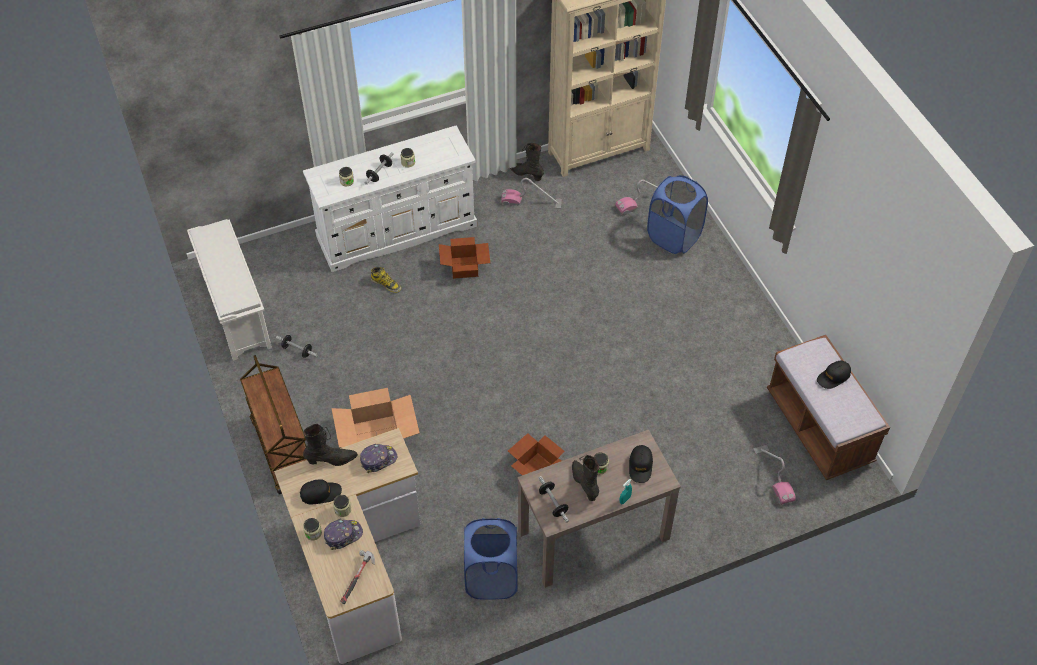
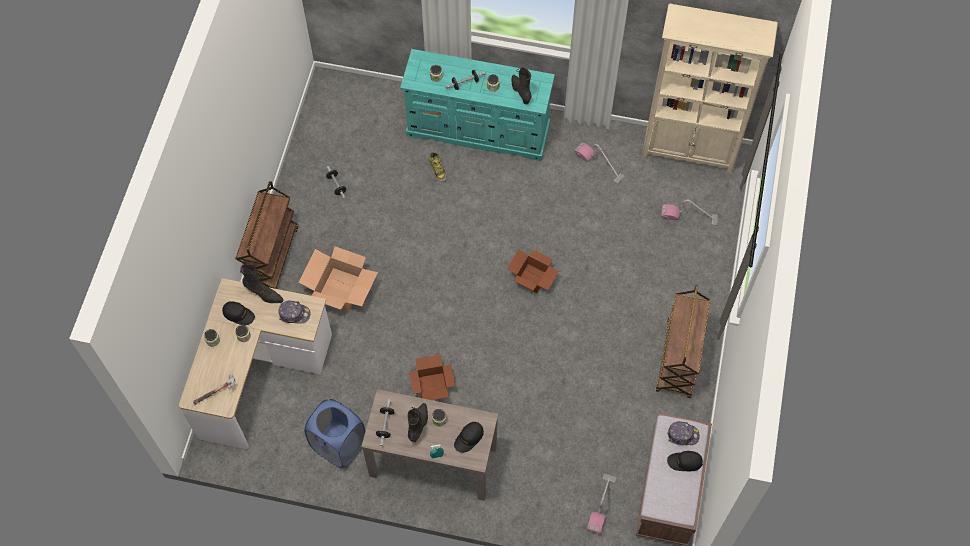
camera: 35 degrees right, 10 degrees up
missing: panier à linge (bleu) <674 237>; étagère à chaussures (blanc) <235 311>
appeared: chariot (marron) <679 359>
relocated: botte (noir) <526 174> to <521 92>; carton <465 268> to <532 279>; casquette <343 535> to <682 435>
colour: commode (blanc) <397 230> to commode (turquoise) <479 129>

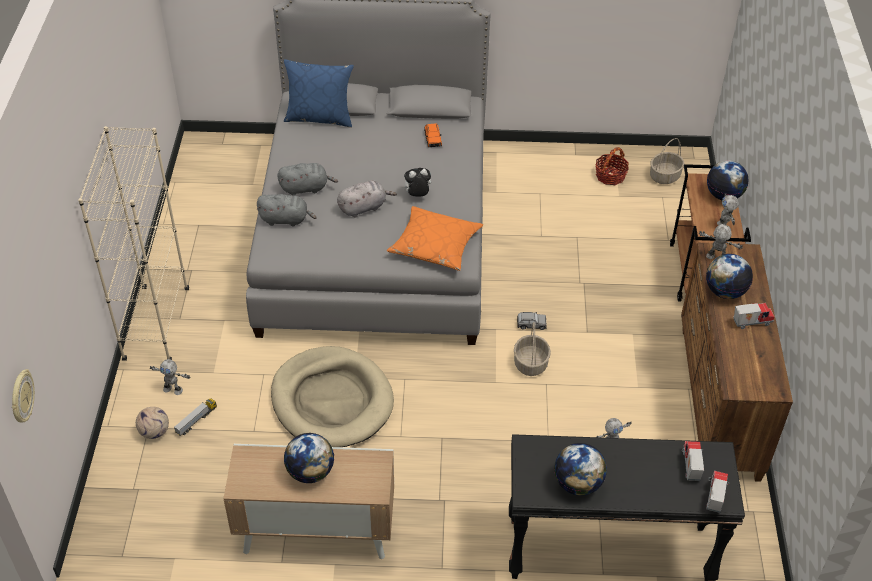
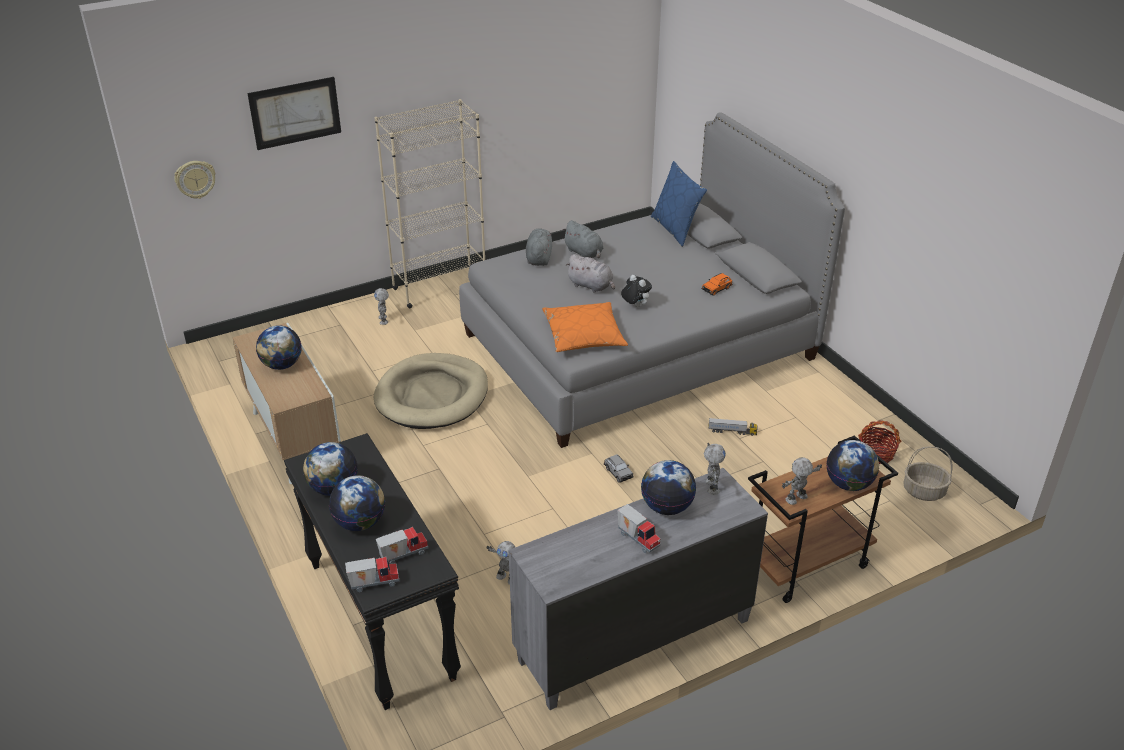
camera: 60 degrees right, 10 degrees down
missing: panier <531 364>; ballon de foot <154 432>
appeared: tableau <295 113>; globe <360 523>
relocated: camion jouet <196 420> to <732 431>
colour: commode (marron) <718 402> to commode (gris) <633 639>
spun: peluche (gris) <286 219> = <539 258> 150 degrees counterclockwise

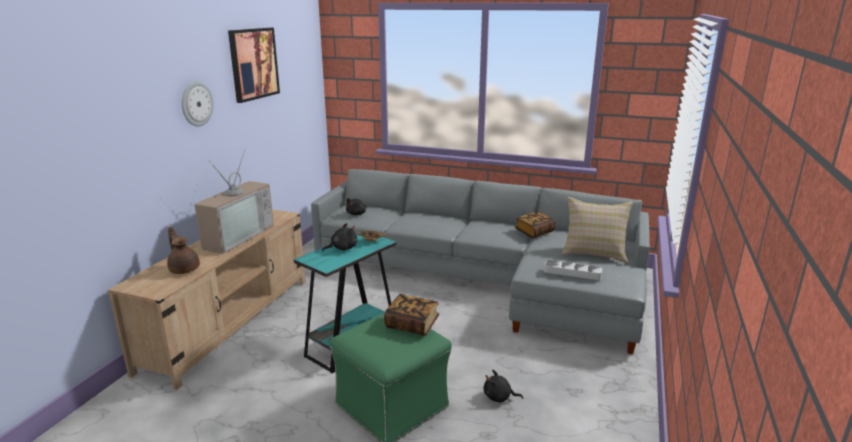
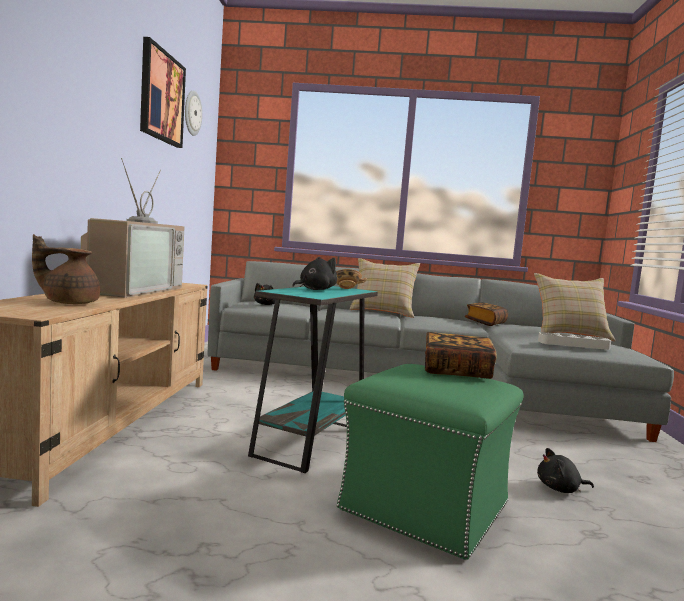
camera: 15 degrees left, 15 degrees down
appeared: coussin (beige) <383 312>
relocated: horloge murale <196 103> to <192 113>
spun: théière (marron) <184 269> = <69 302> 45 degrees counterclockwise

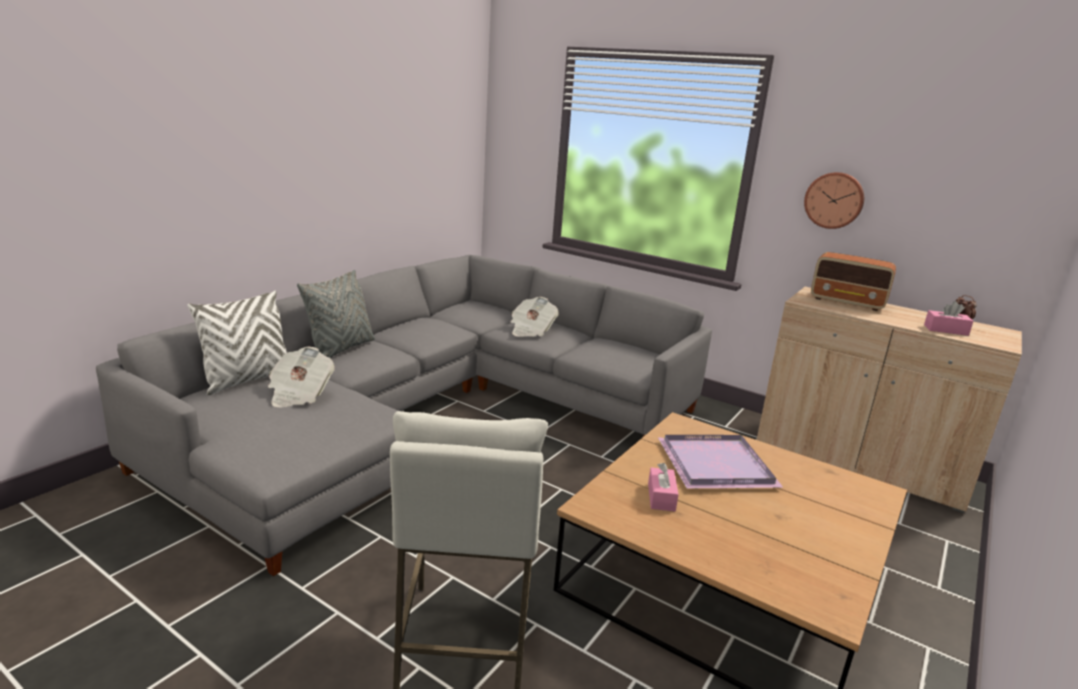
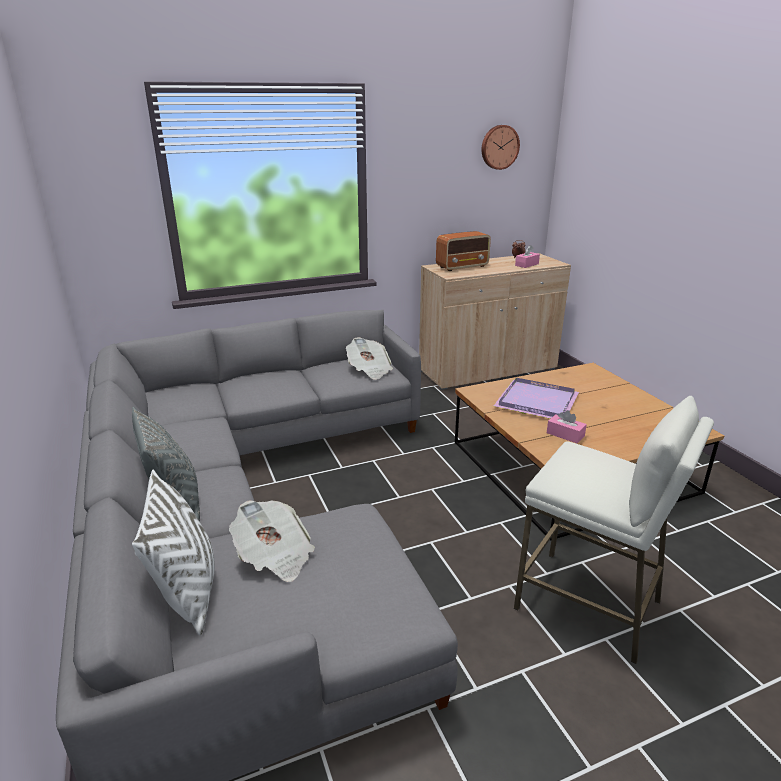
camera: 55 degrees left, 5 degrees up
relocated: horloge murale <834 200> to <499 147>; journal <531 330> to <369 370>

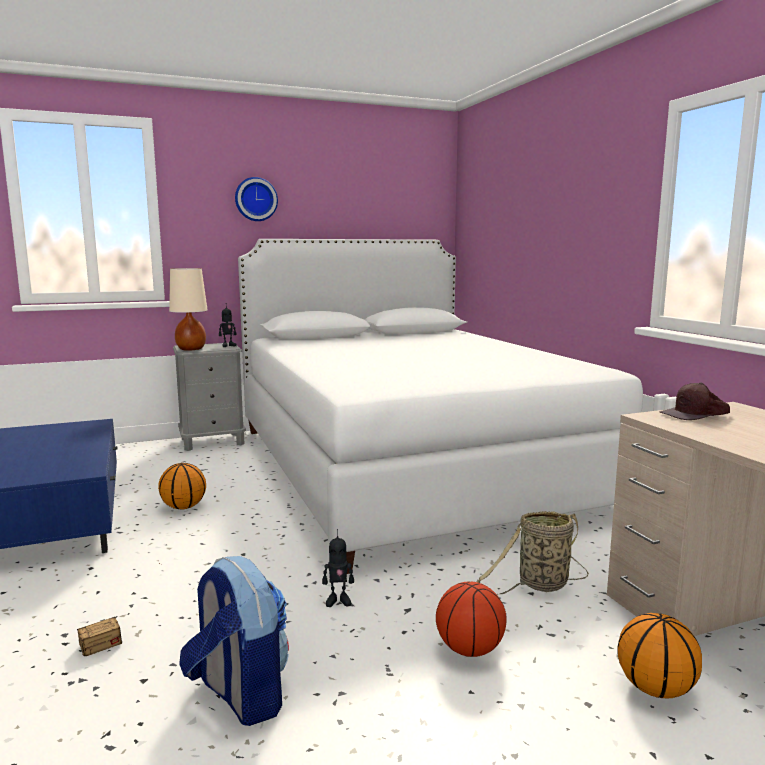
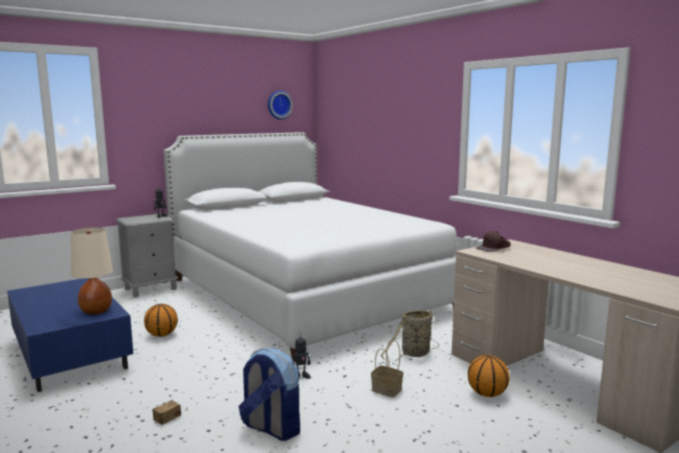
camera: 15 degrees left, 0 degrees up
relocated: horloge murale <256 199> to <279 105>; lampe de table (beige) <191 349> to <96 311>
exchanged: ballon de basket <469 649> to panier <387 390>

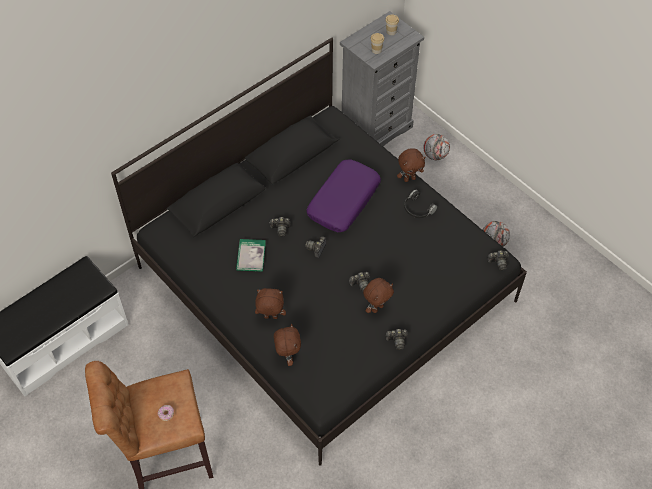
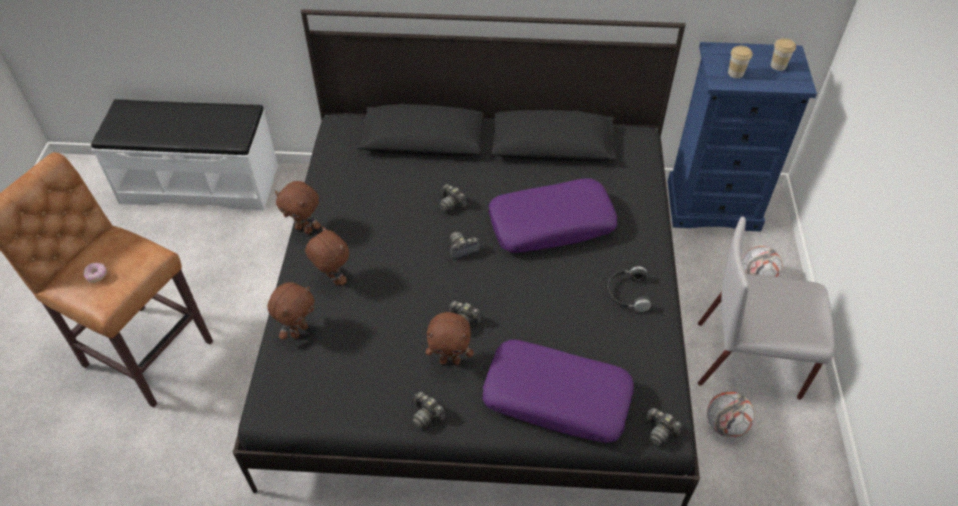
camera: 45 degrees right, 5 degrees down
missing: livre <251 256>
appeared: chaise (gris) <750 360>; coussin (violet) <557 397>
relocated: peluche (marron) <409 178> to <304 229>
colour: commode (gris) <375 129> to commode (bleu) <713 205>

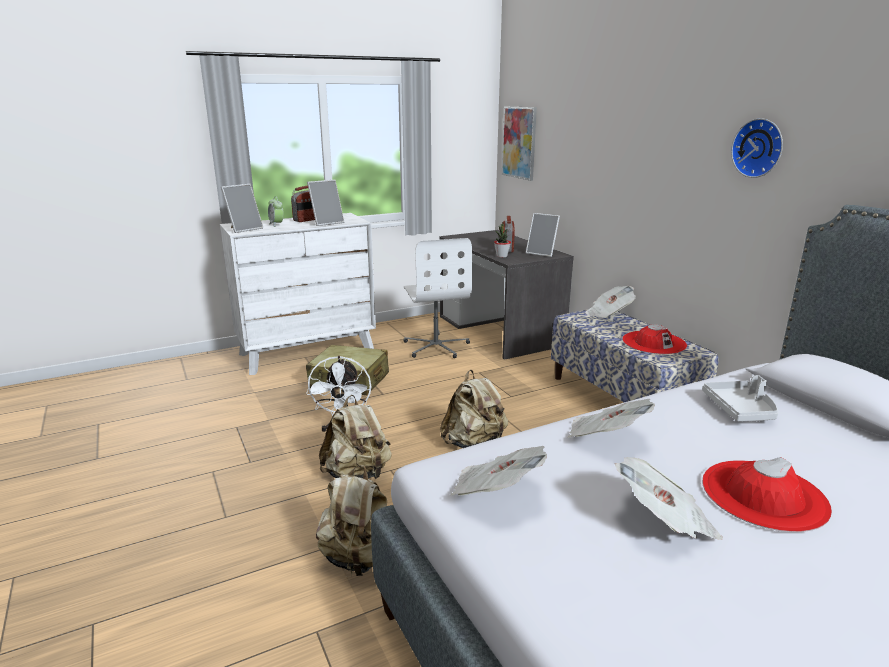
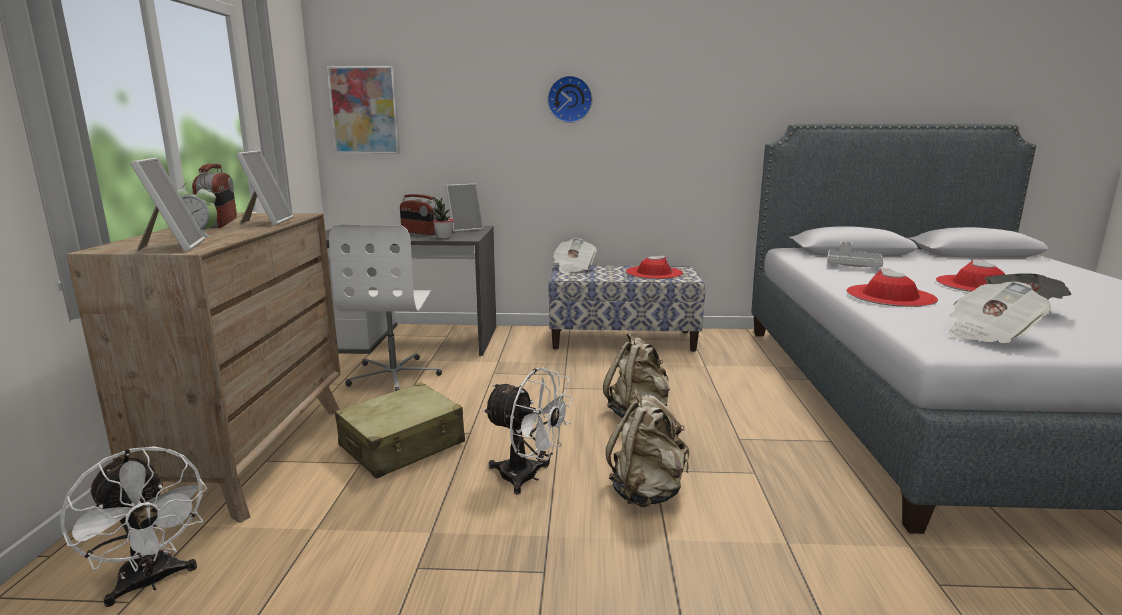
camera: 60 degrees left, 5 degrees down
missing: sac à dos (beige) <358 558>
appeared: ventilateur (blanc) <151 582>
relocated: horloge murale <759 148> to <570 99>
exchanged: journal <605 437> to chapeau (rouge) <890 296>
colour: commode (blanc) <307 352> to commode (marron) <253 455>
spun: chaise de bureau (blanc) <436 346> = <394 375> 75 degrees clockwise

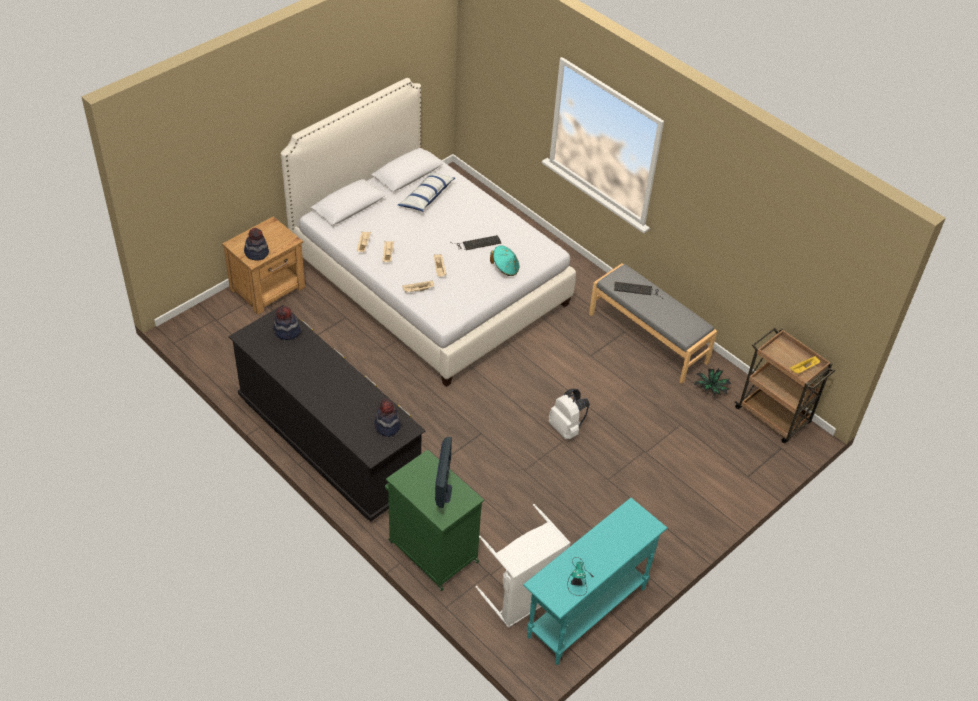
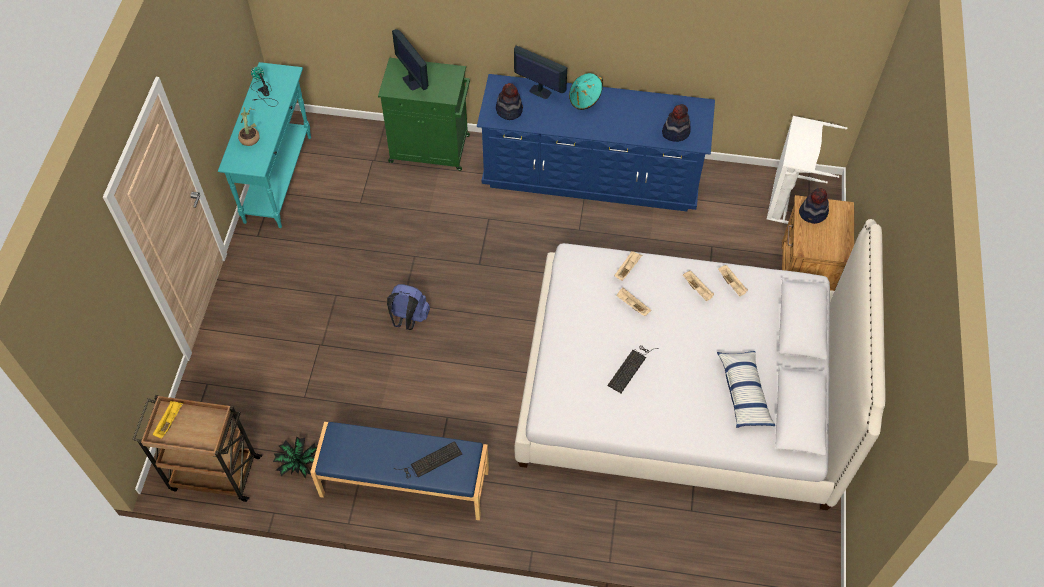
camera: 145 degrees right, 10 degrees up
appeared: écran d'ordinateur <539 91>; plante en pot <250 137>
relocated: chapeau (turquoise) <505 268> to <585 99>; panier à linge (blanc) <524 597> to <788 199>
colour: banc (gris) <648 337> to banc (bleu) <404 484>; commode (noir) <329 442> to commode (bleu) <591 175>; sac à dos (blanc) <566 428> to sac à dos (bleu) <408 319>

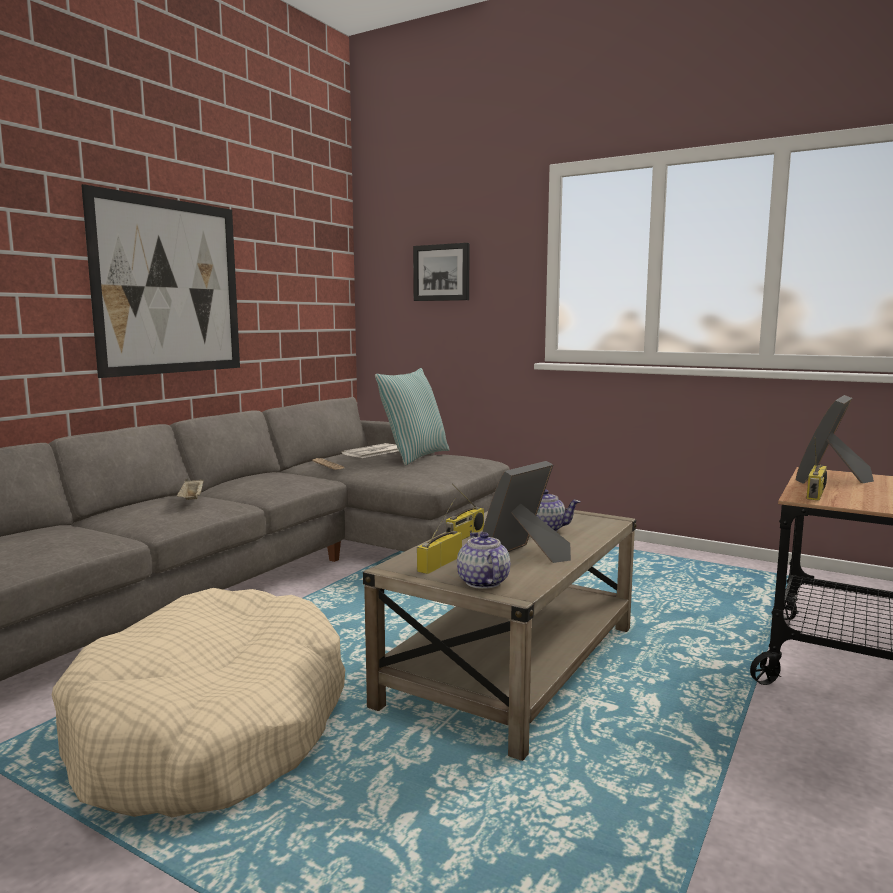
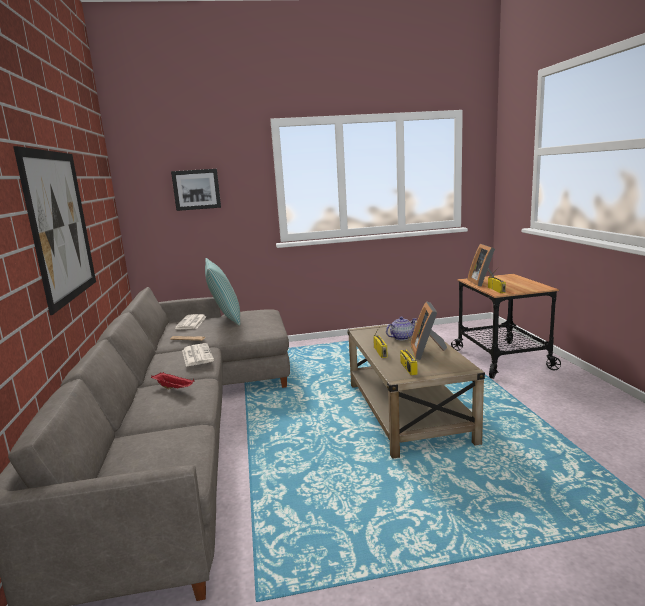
camera: 40 degrees left, 5 degrees up
missing: théière <482 582>; panier pour chien (beige) <212 729>
appeared: journal <197 355>
colour: plateau (beige) <192 500> to plateau (rouge) <174 388>

